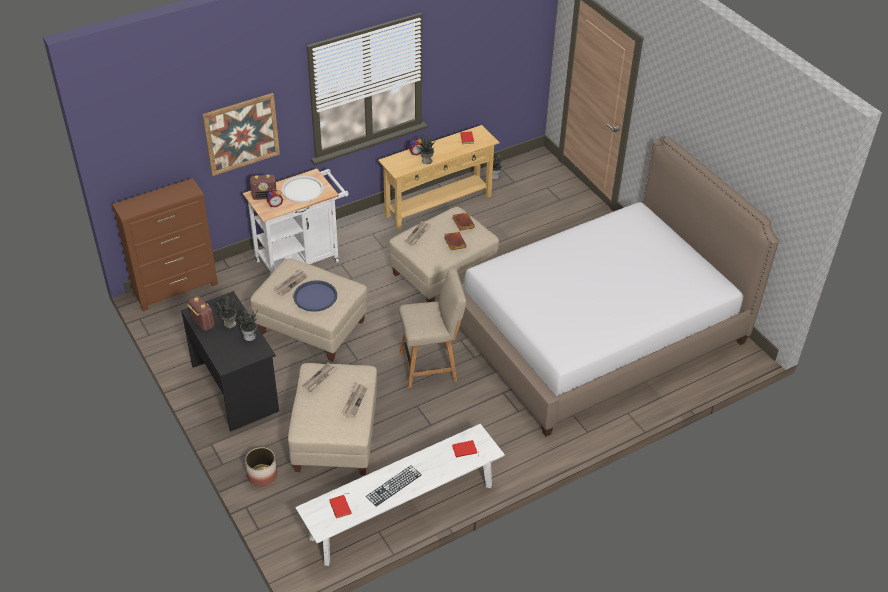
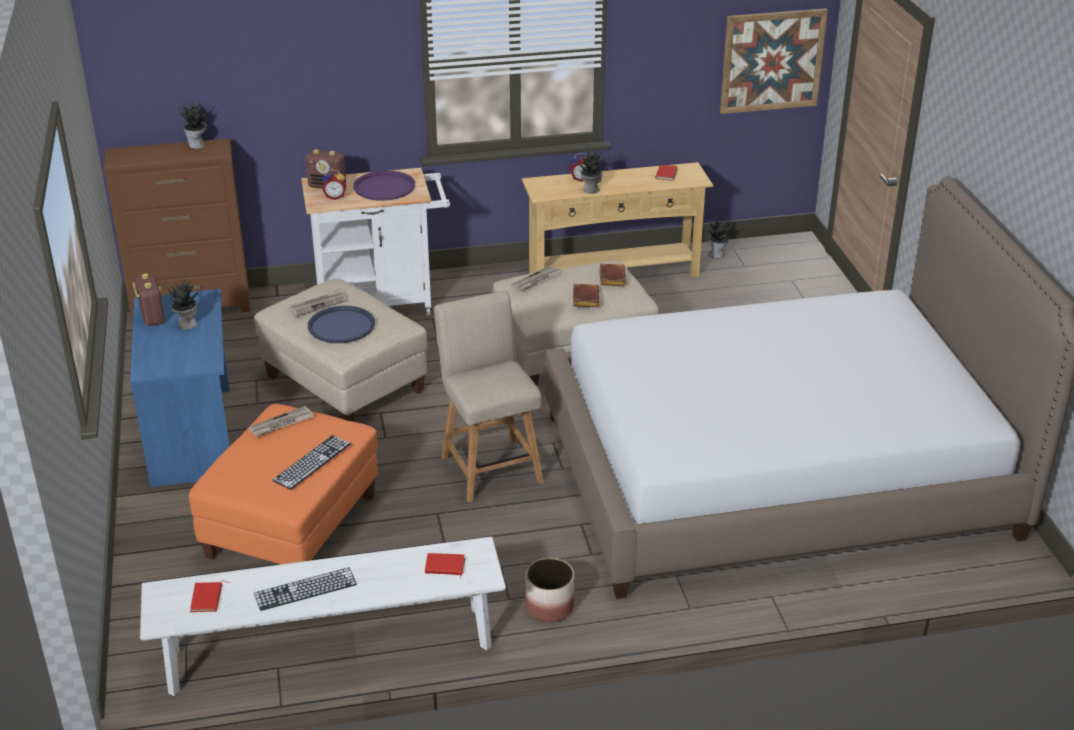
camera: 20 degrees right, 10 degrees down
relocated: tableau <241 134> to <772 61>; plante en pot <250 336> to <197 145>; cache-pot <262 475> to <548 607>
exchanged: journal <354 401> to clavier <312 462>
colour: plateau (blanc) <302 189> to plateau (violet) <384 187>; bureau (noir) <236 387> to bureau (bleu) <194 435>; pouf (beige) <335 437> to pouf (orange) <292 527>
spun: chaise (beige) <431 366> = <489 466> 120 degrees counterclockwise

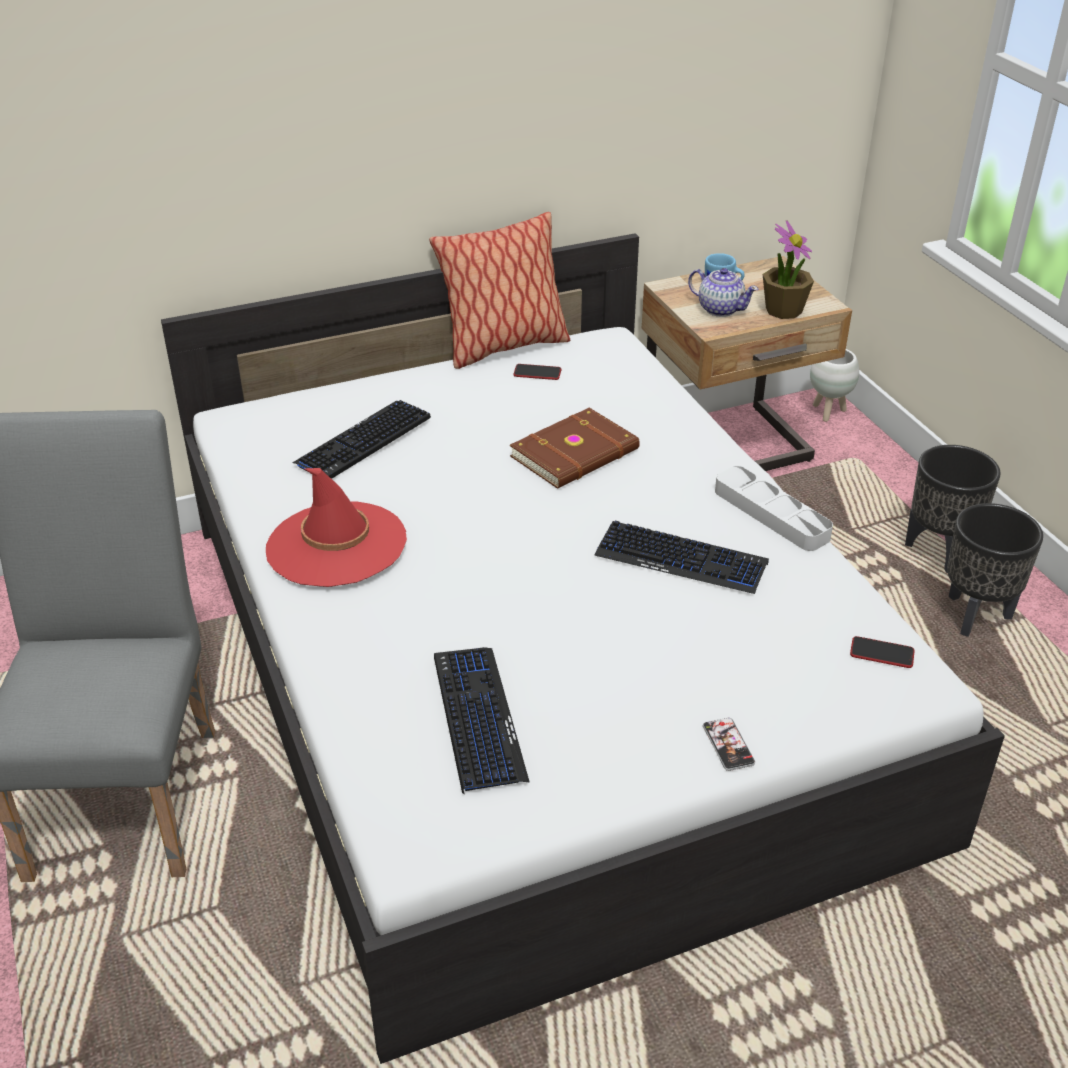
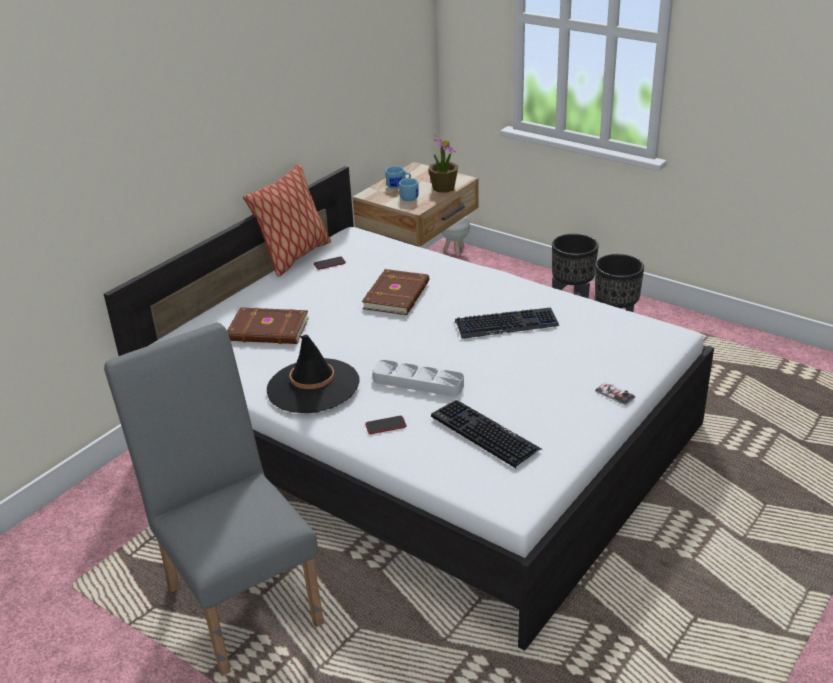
camera: 30 degrees left, 5 degrees down
relocated: plateau (gris) <771 514> to <418 382>; téléphone <882 653> to <385 425>
exchanged: théière <720 309> to mug (bleu) <409 197>; clavier <363 441> to livre (marron) <268 330>
colour: chapeau (rouge) <336 545> to chapeau (noir) <313 386>

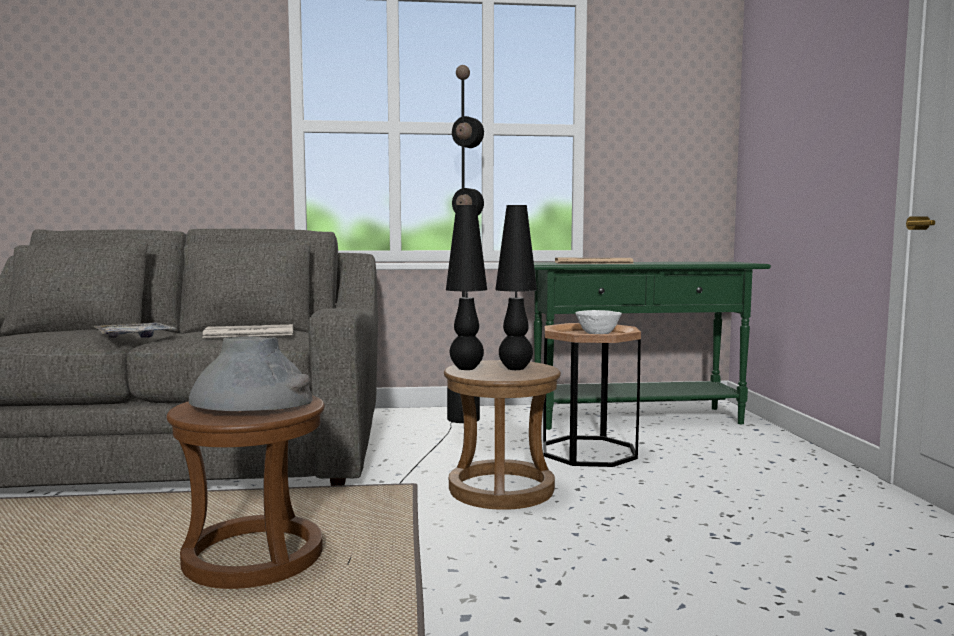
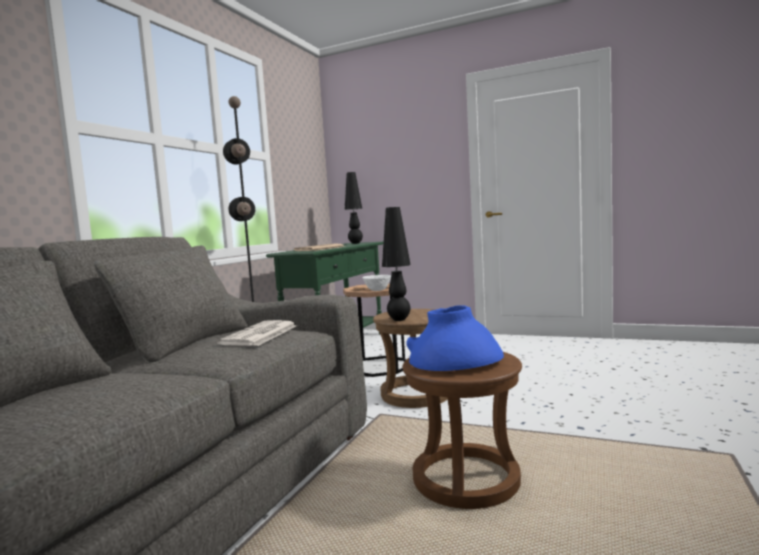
camera: 60 degrees left, 0 degrees up
missing: plateau <134 337>
relocated: lampe de table (noir) <515 369> to <355 243>
colour: vase (gris) <252 403> to vase (bleu) <454 360>

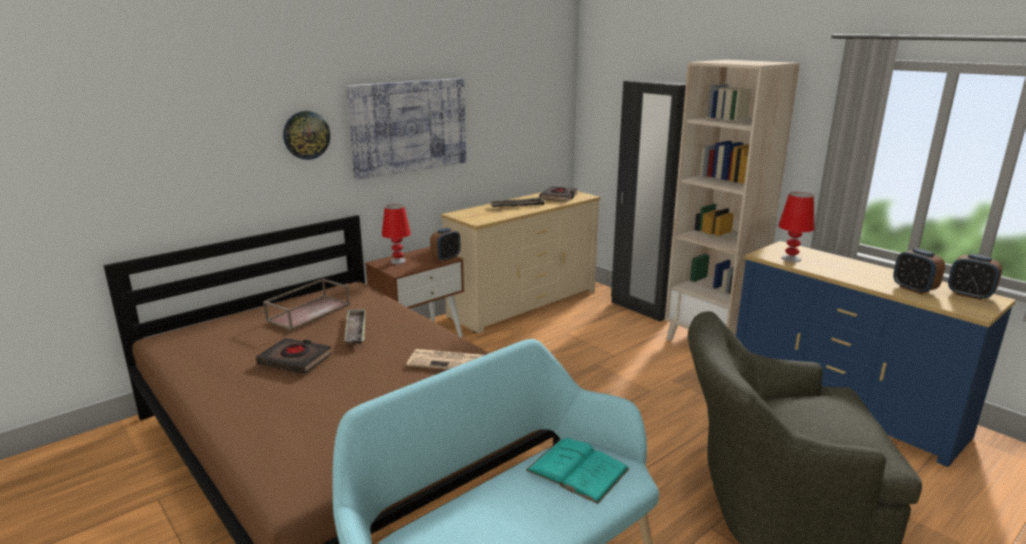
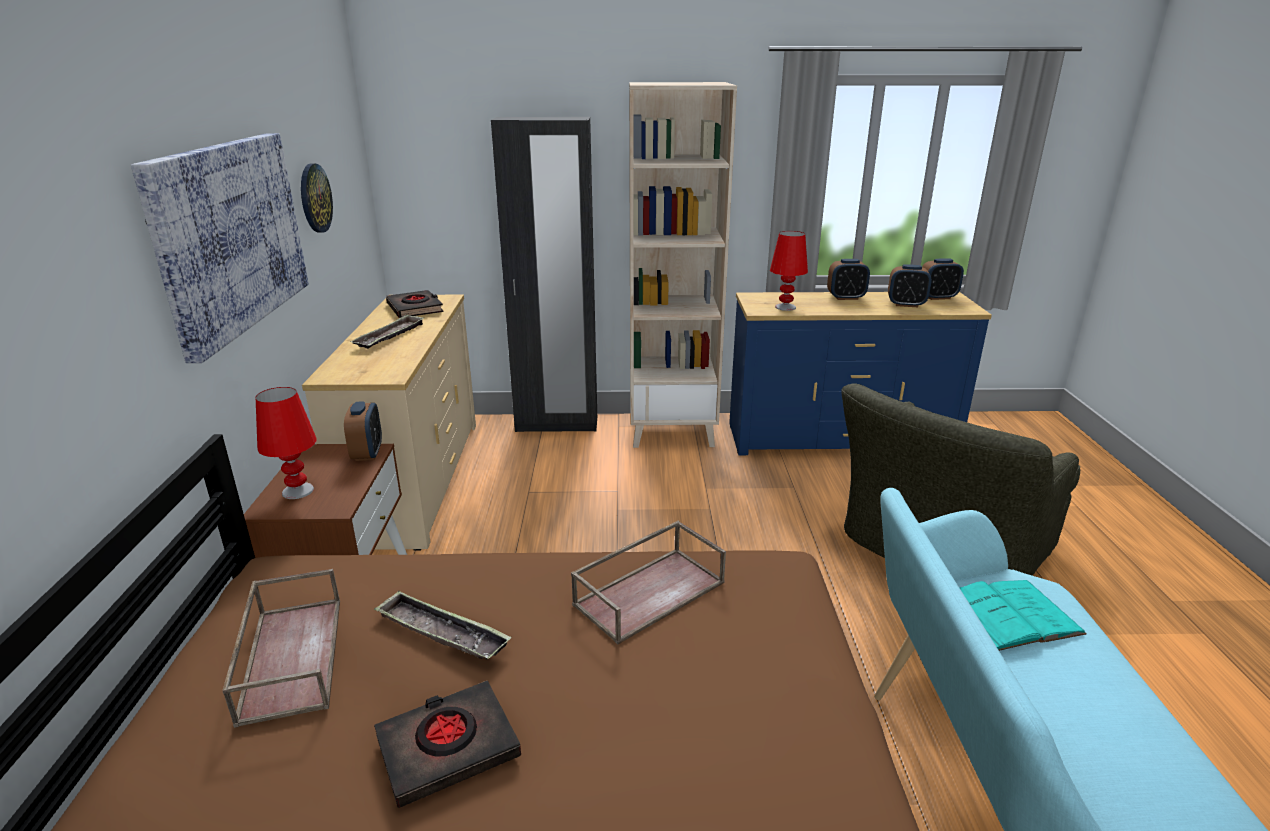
camera: 50 degrees left, 5 degrees up
appeared: réveil <846 297>
relocated: horloge murale <306 135> to <314 198>
exchanged: journal <447 361> to plateau (marron) <650 592>

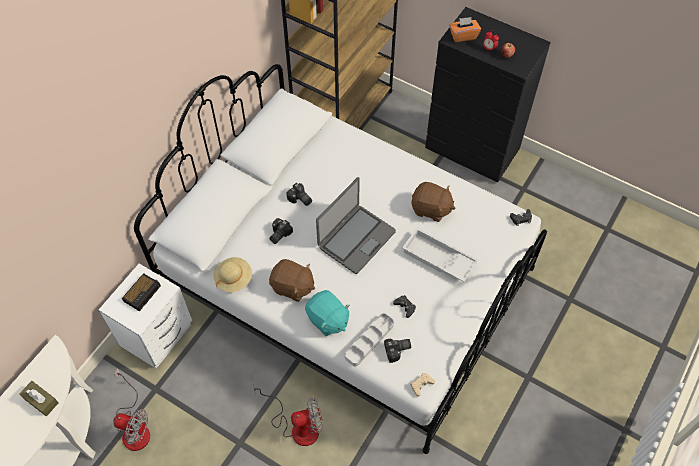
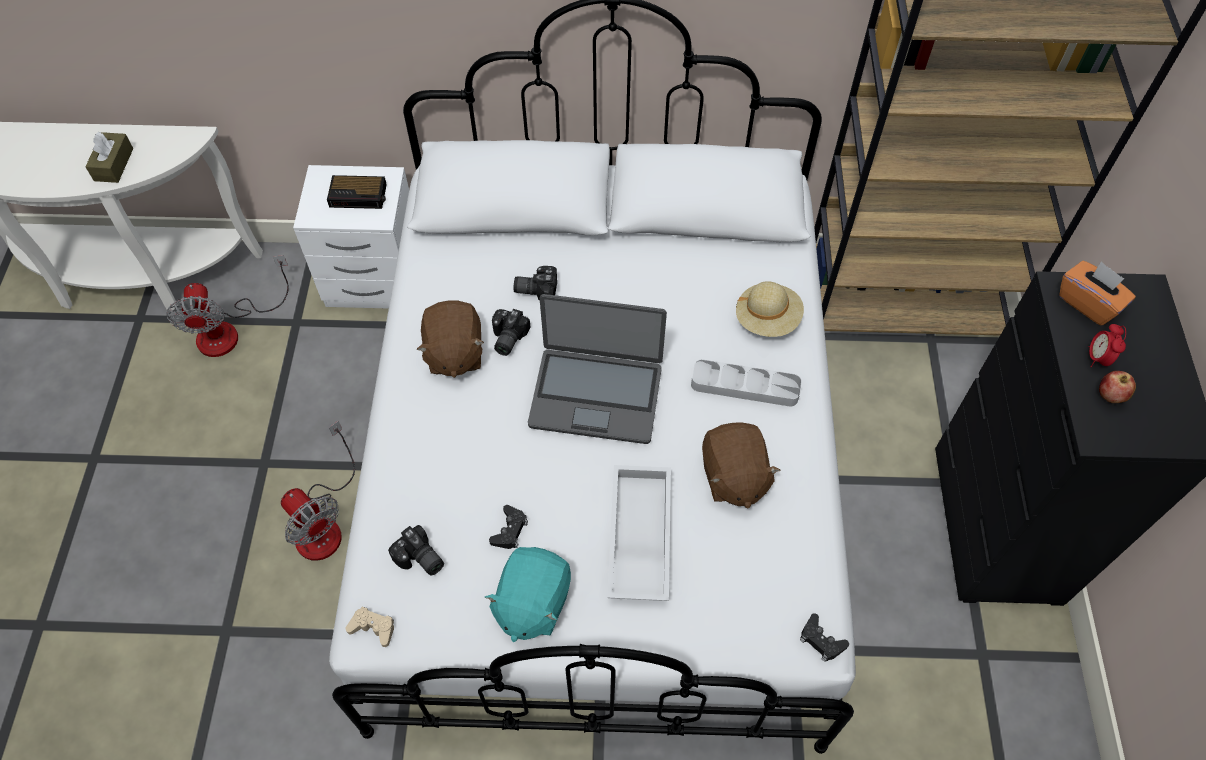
camera: 60 degrees right, 0 degrees up
relocated: appareil photo <300 199> to <506 338>; chapeau (beige) <234 279> to <767 319>; peluche (turquoise) <327 320> to <532 603>; plateau (gris) <369 341> to <745 386>

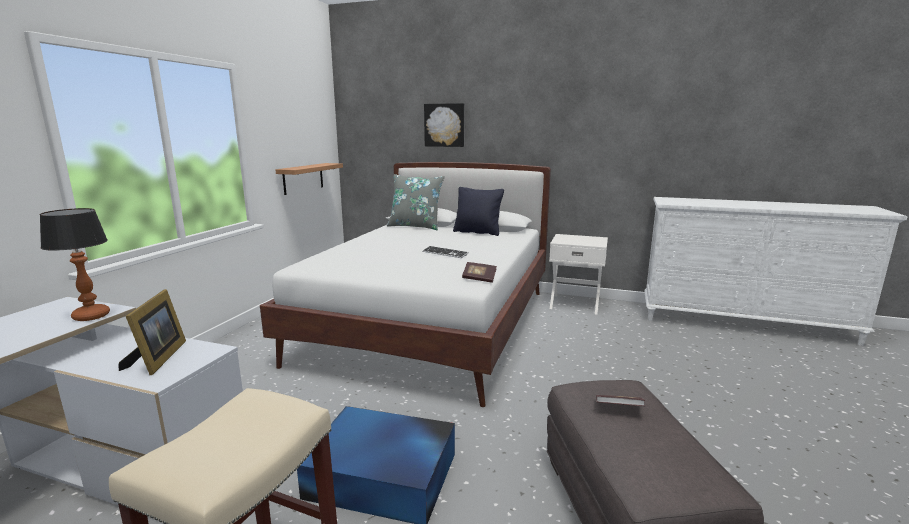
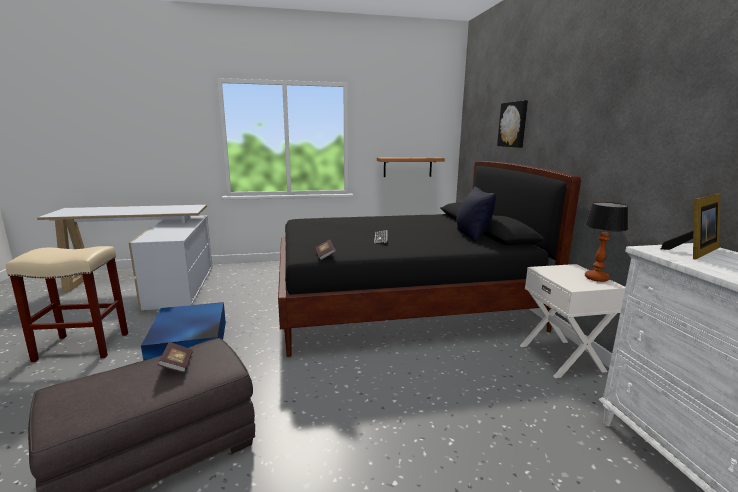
camera: 60 degrees right, 0 degrees up
missing: coussin (gris) <415 226>
relocated: lampe de table <90 316> to <596 278>; cadre photo <157 359> to <694 251>
colour: lit (blanc) <432 324> to lit (noir) <401 303>

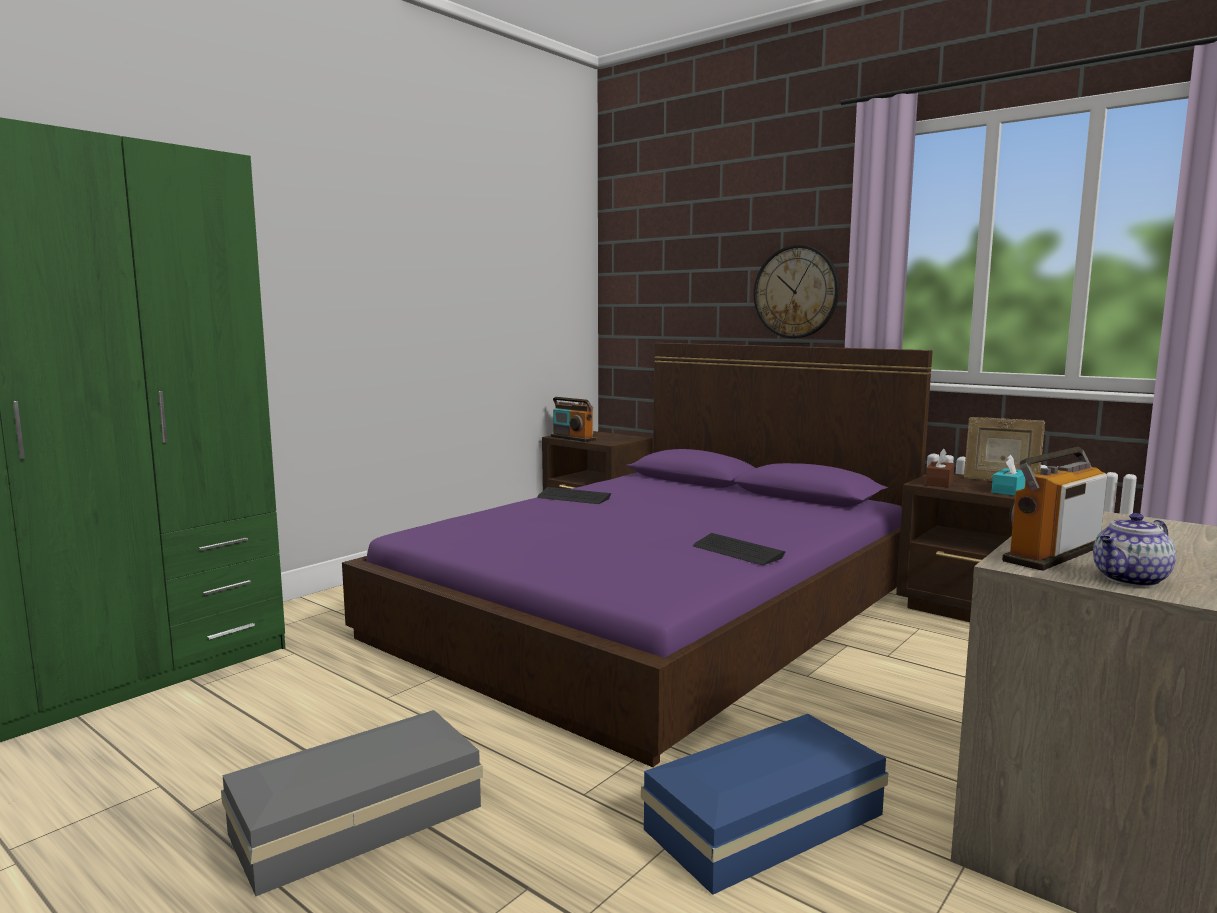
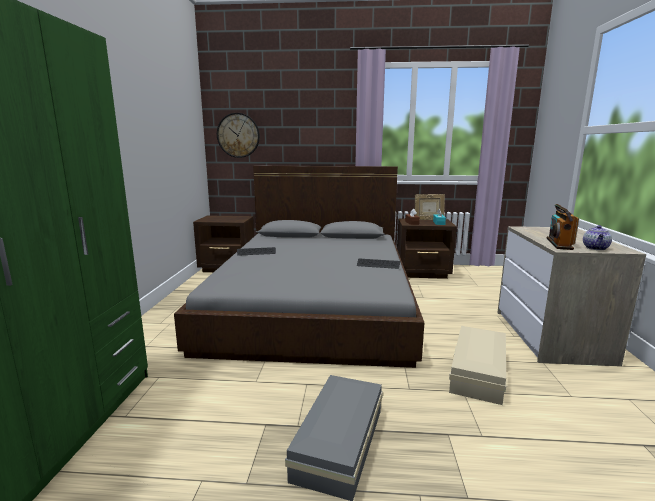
camera: 35 degrees left, 5 degrees up
missing: radio <573 438>
relocated: horloge murale <796 292> to <238 135>
colour: lit (violet) <659 608> to lit (gris) <315 300>; boîte de rangement (bleu) <769 822> to boîte de rangement (beige) <479 372>

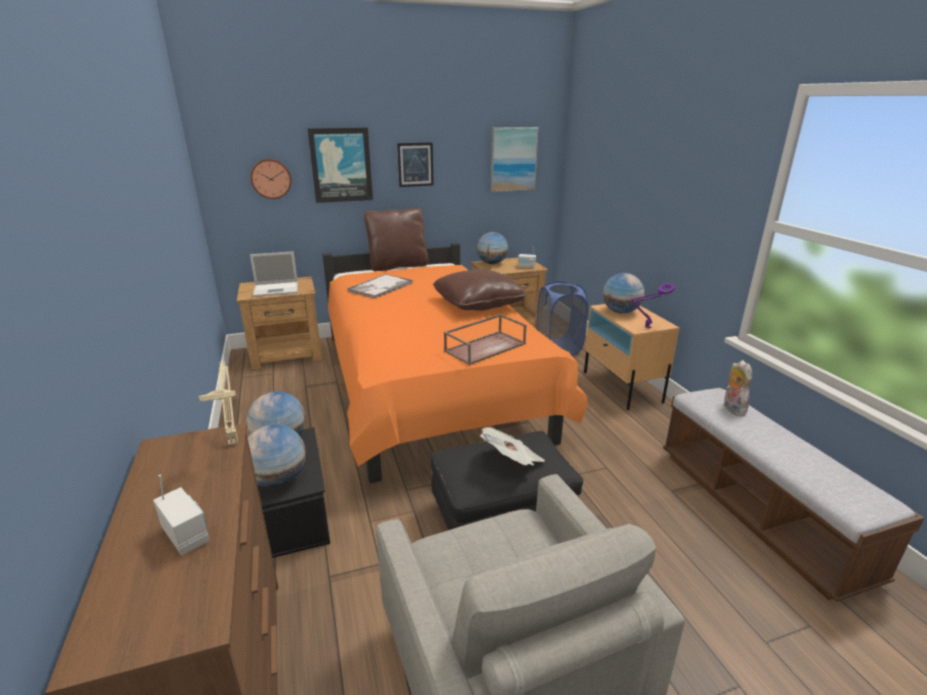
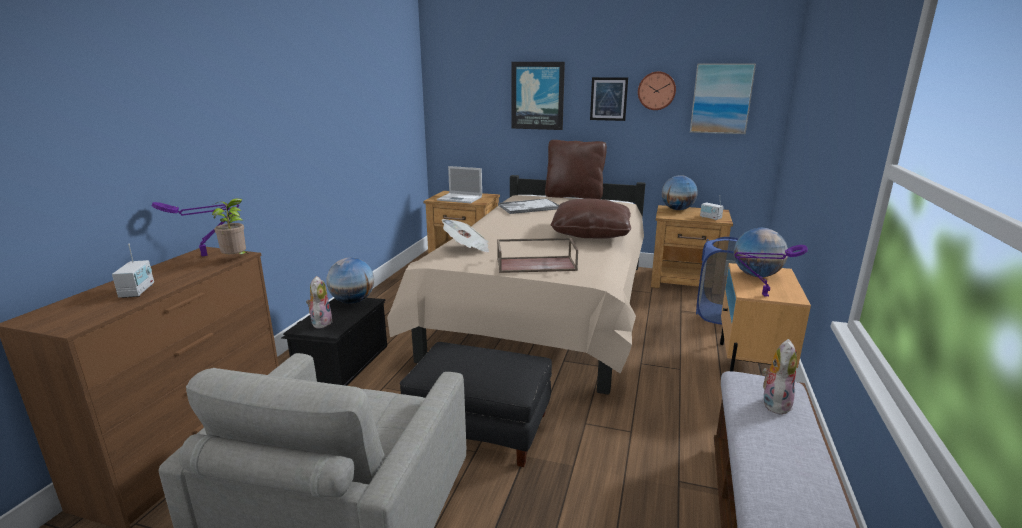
camera: 35 degrees right, 5 degrees down
appeared: lampe de table (violet) <207 255>
relocated: horloge murale <271 178> to <656 90>; journal <511 461> to <467 248>
exchanged: lampe de table (beige) <233 441> to plante en pot <237 259>; globe <278 480> to peluche <321 322>
colour: lit (orange) <428 387> to lit (beige) <544 311>

